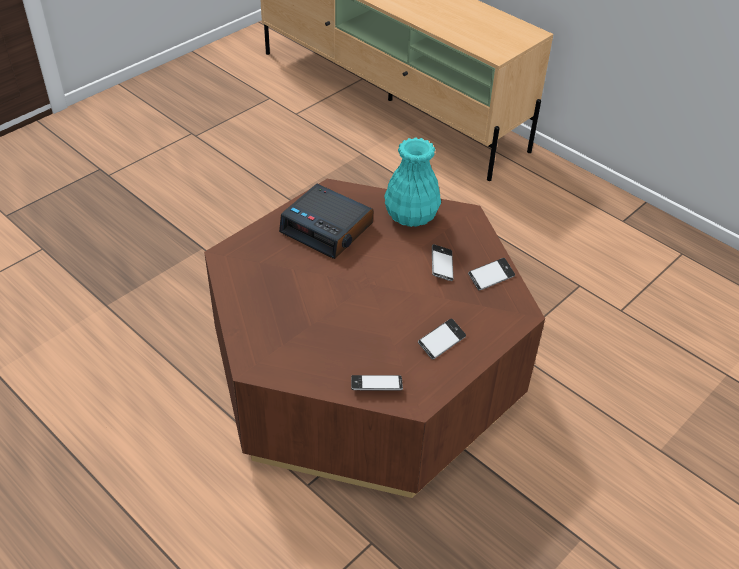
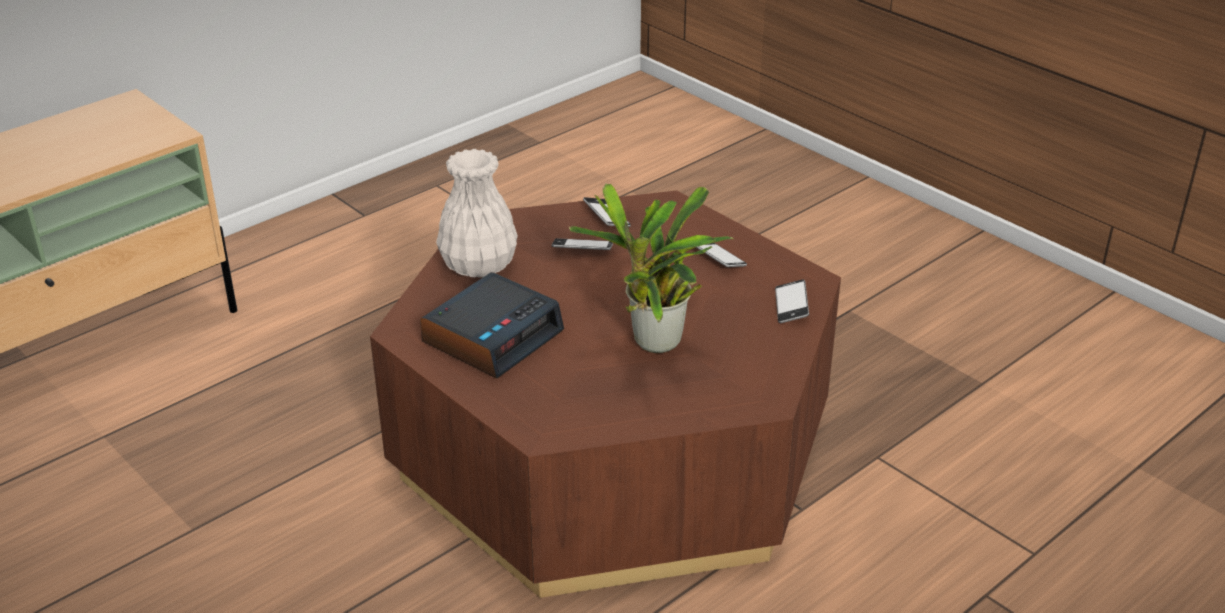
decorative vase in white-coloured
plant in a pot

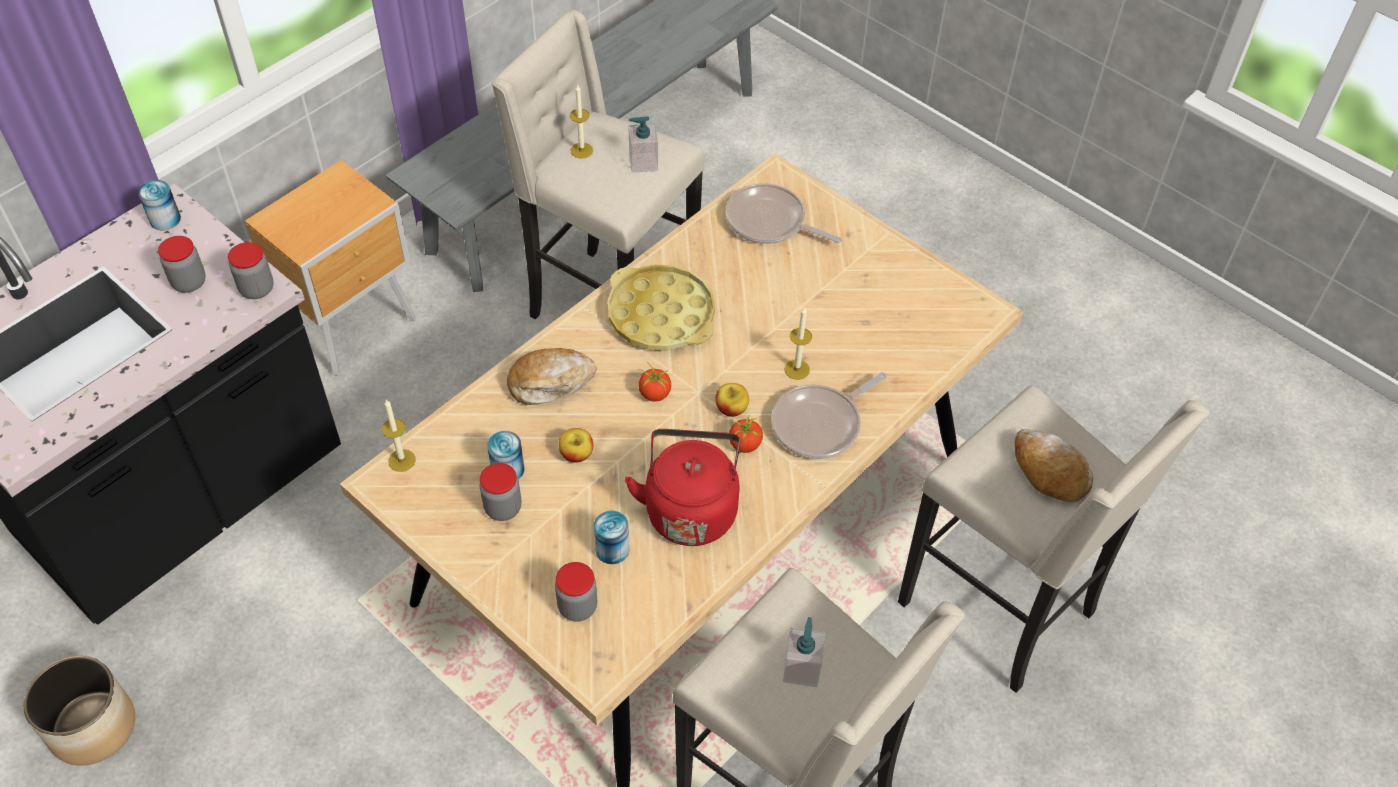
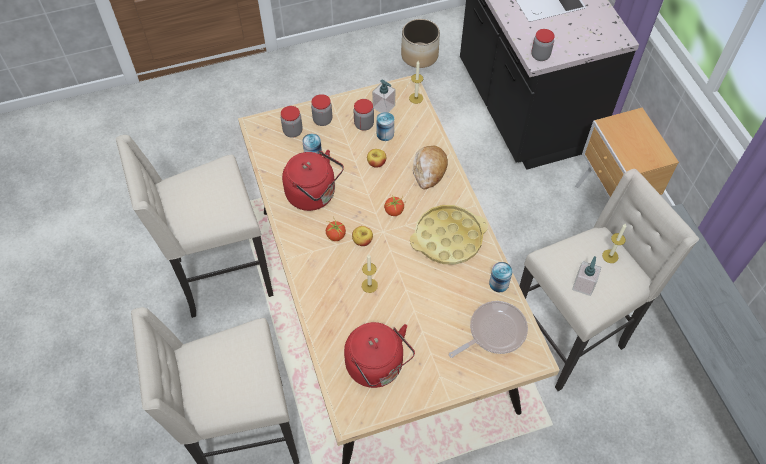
jar (no. 2 from left)
kettle in red (no. 2 from left)
liquid soap bottle (no. 1 from left)
metal can (no. 3 from left)
pan (no. 2 from left in the first image)
baked bread (no. 2 from left in the first image)

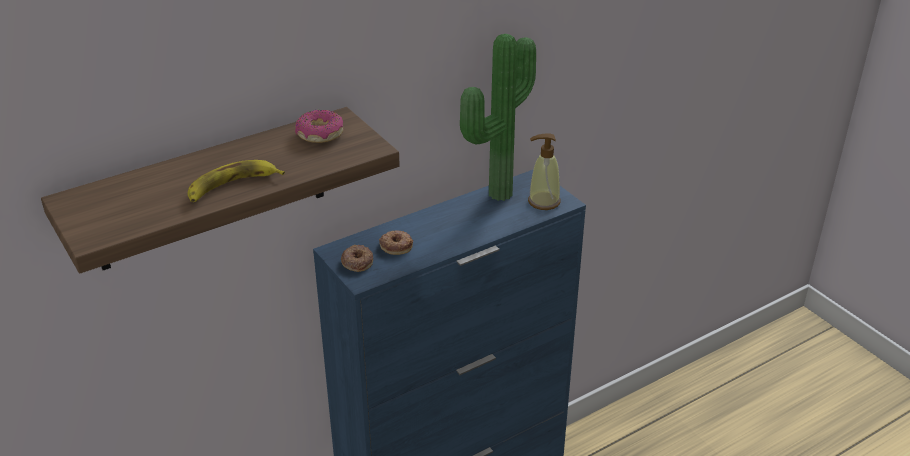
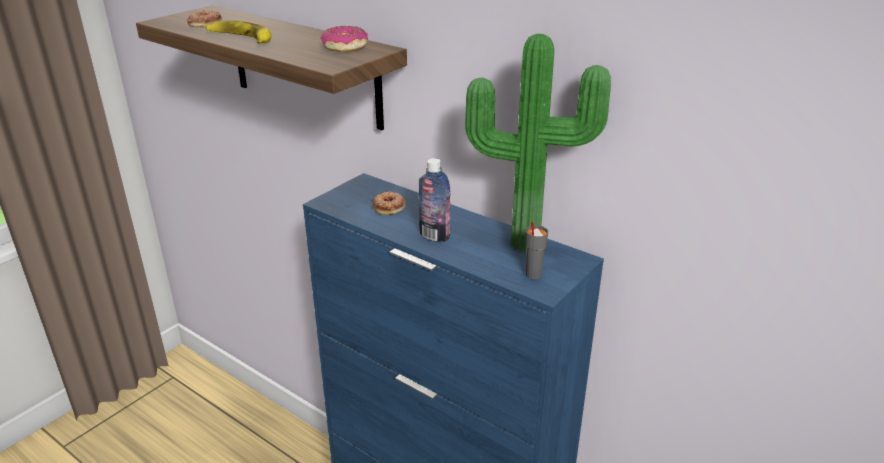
donut (no. 1 from left)
bottle
cup in gray

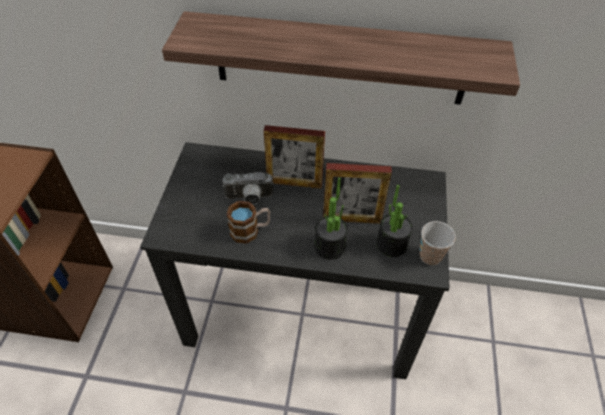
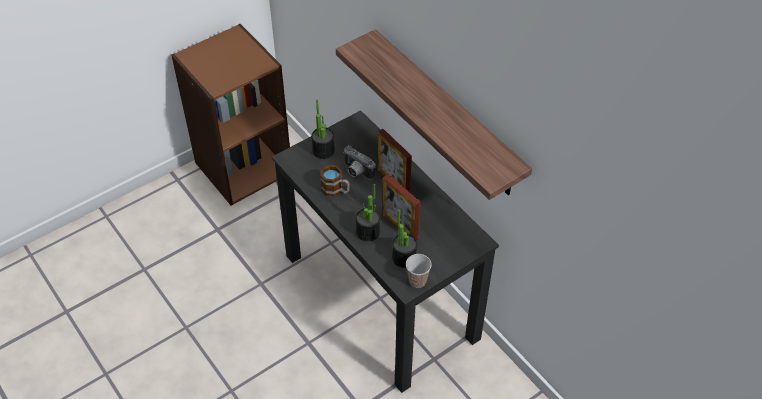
plant in a pot (no. 1 from left)

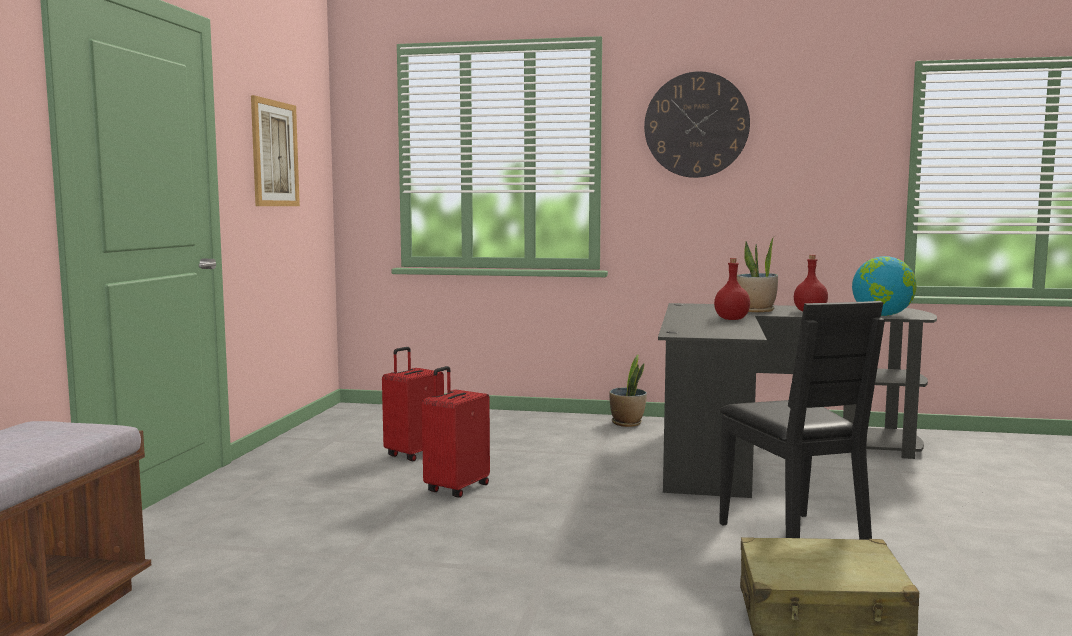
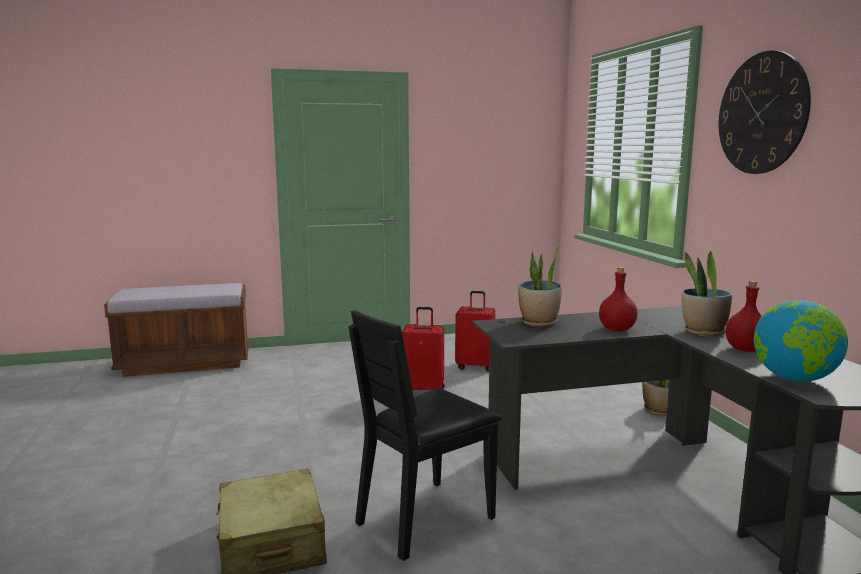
plant in a pot (no. 1 from left)
picture

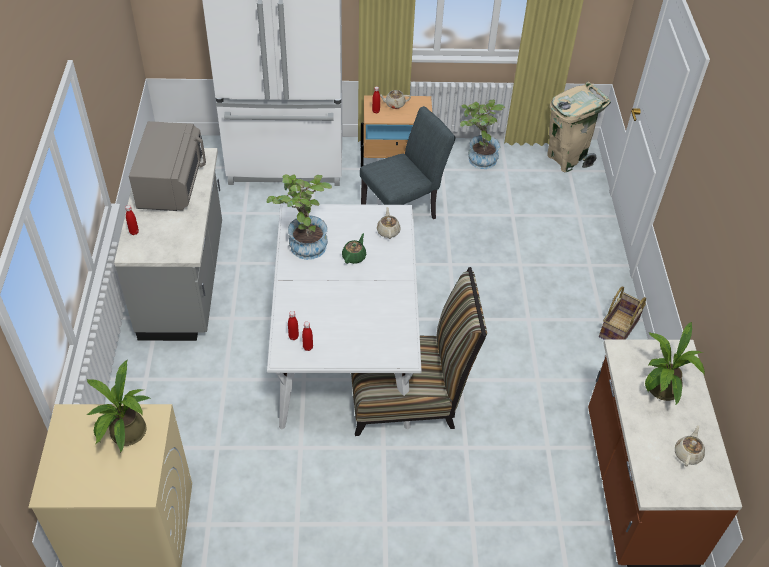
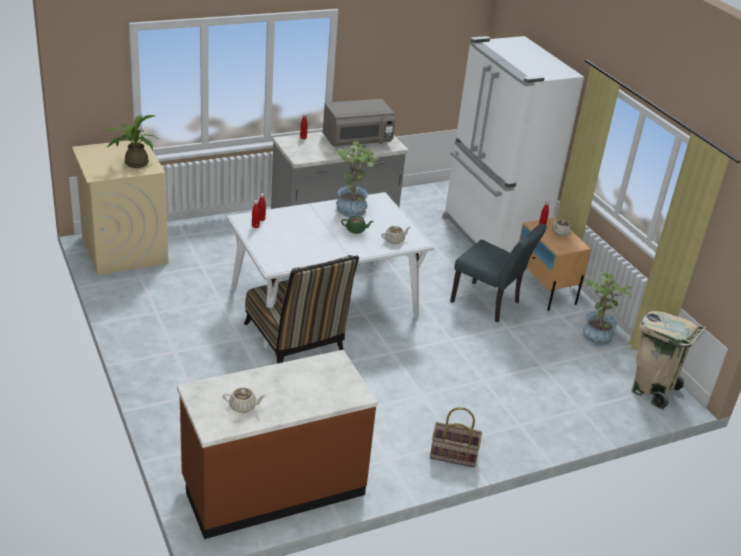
plant in a pot (no. 4 from left in the first image)

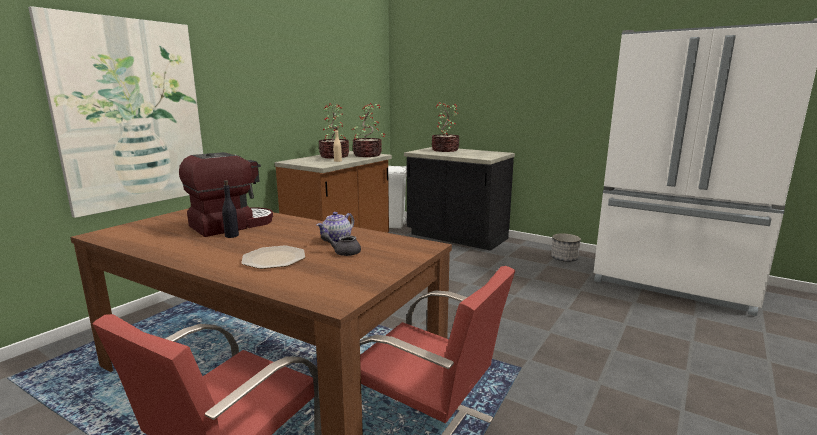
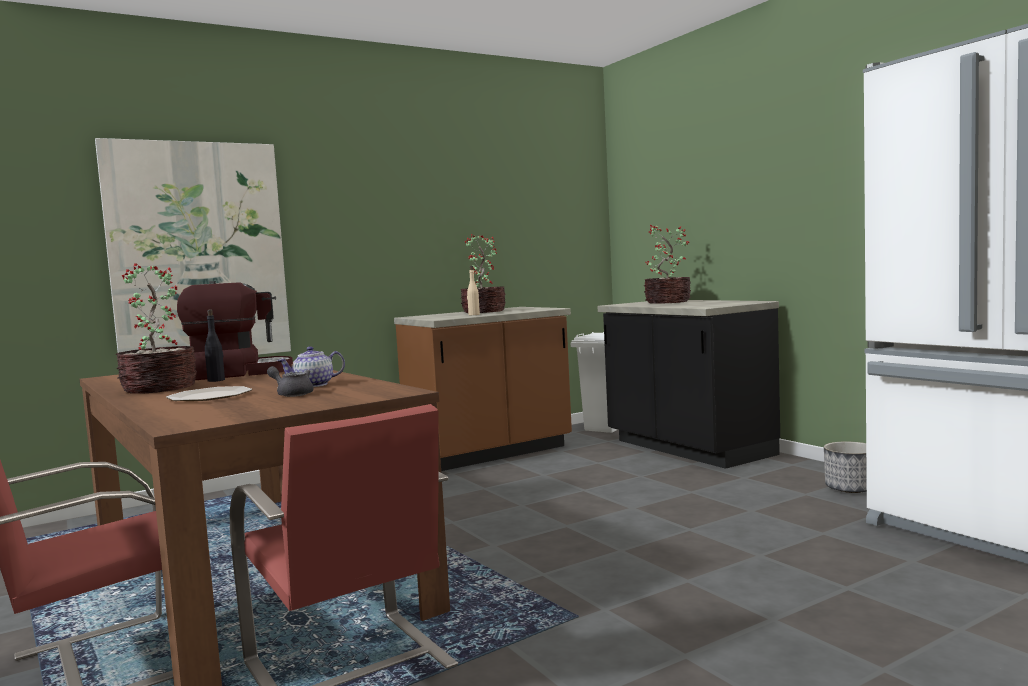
plant in a pot (no. 1 from left)

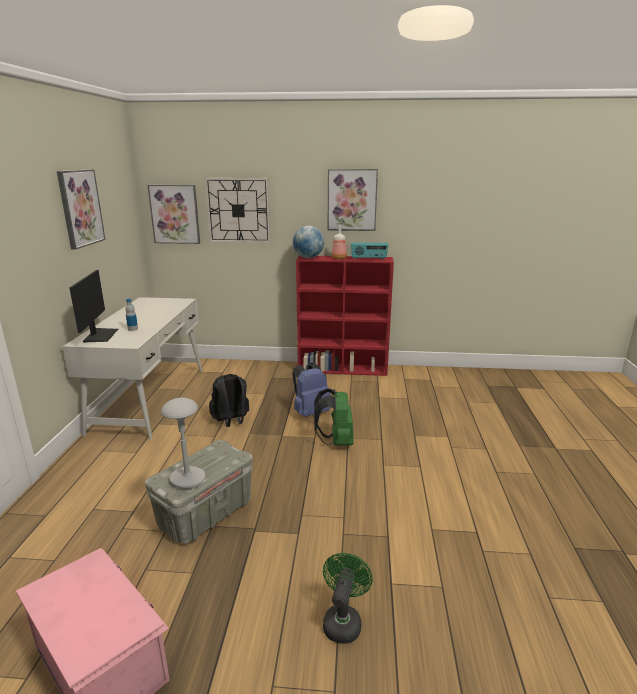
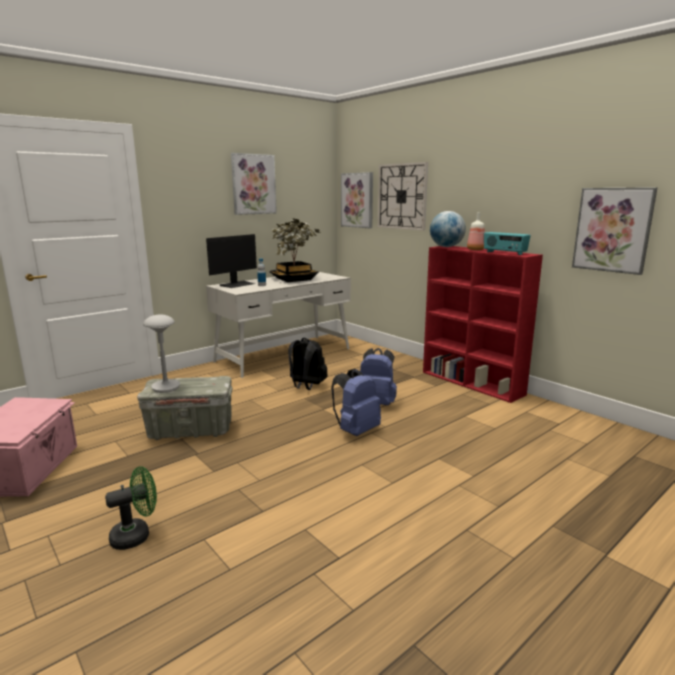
plant in a pot
knapsack in bluish (no. 1 from left)
picture (no. 3 from left)

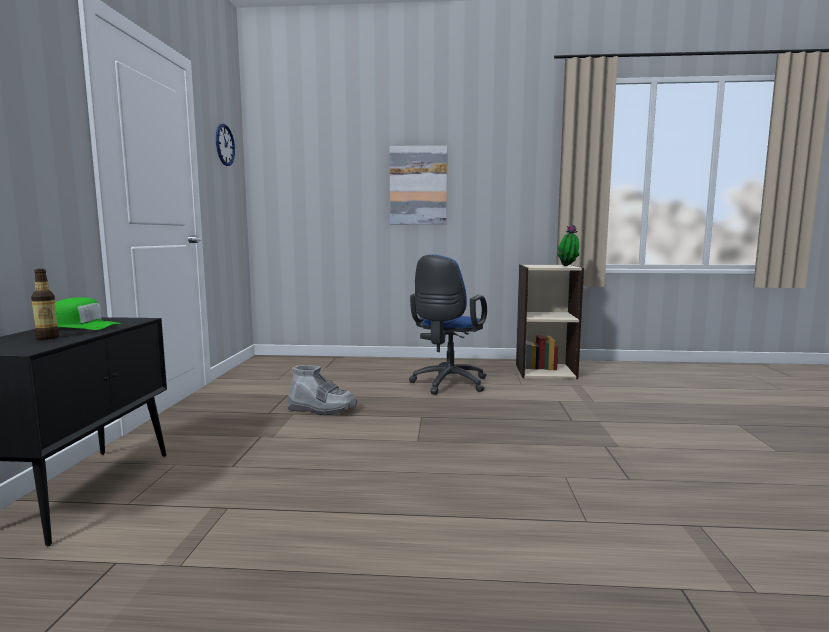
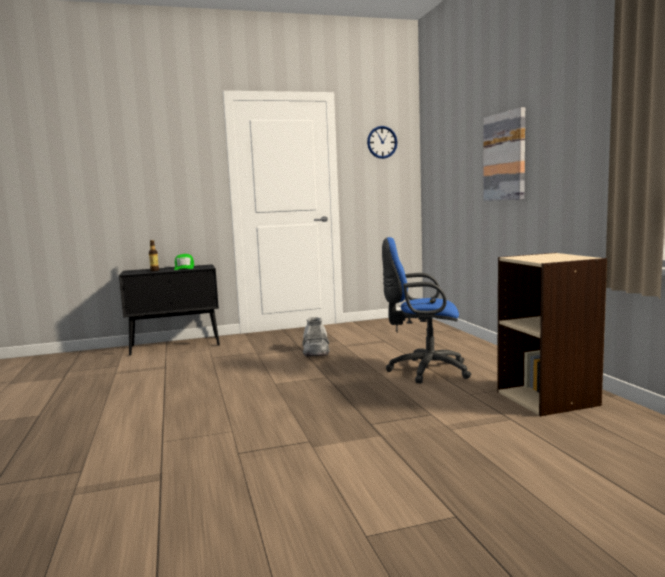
plant in a pot

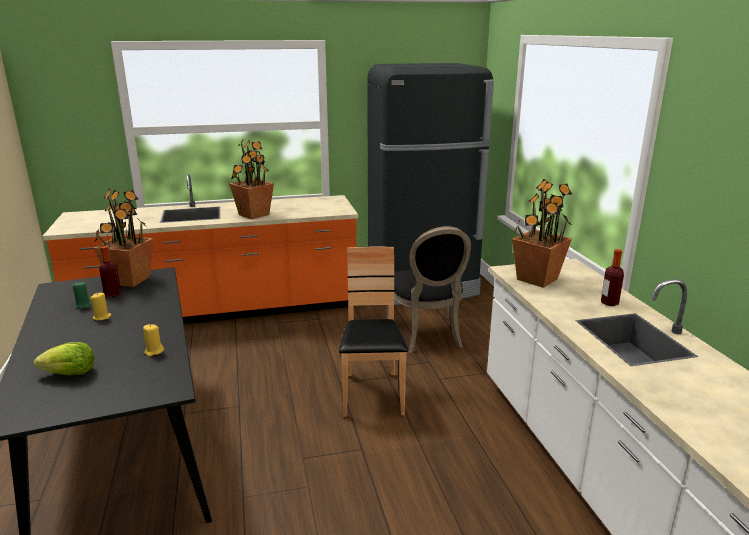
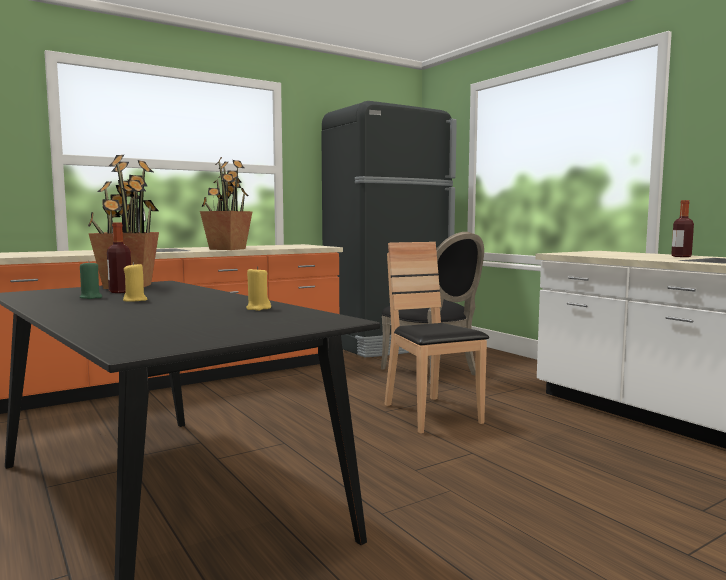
head of lettuce
plant in a pot (no. 3 from left in the first image)

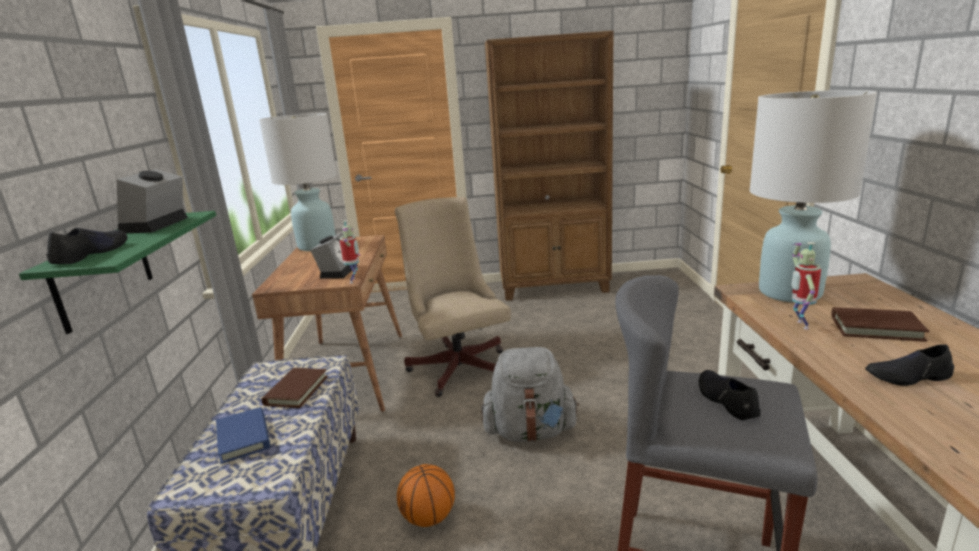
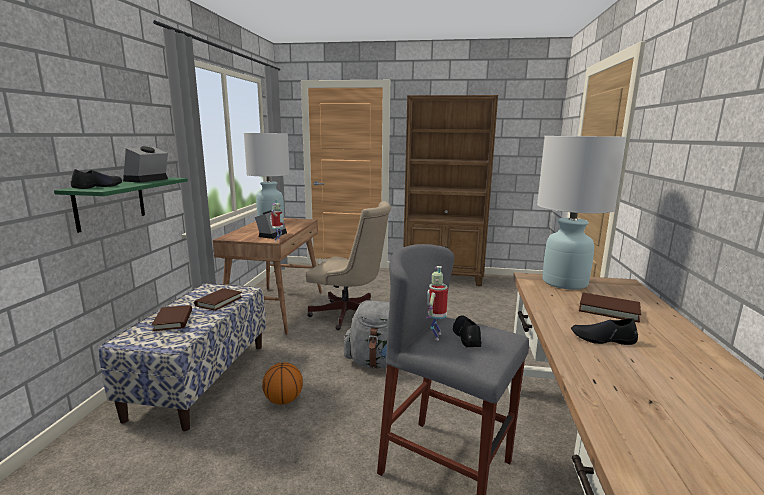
bound book in brownish (no. 1 from left)
office chair in sand-coloured
model robot (no. 2 from left)

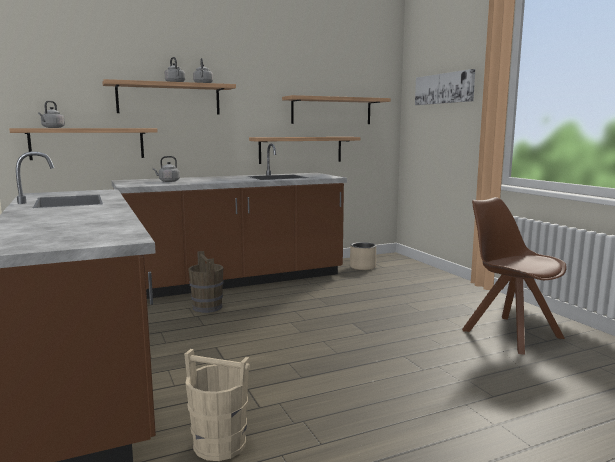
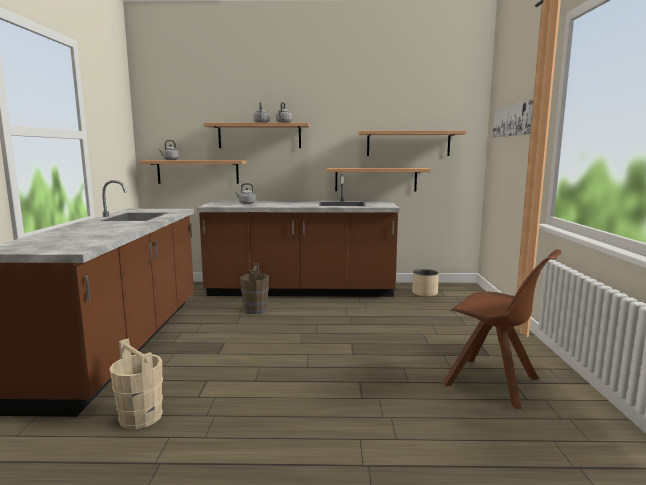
plain chair in brownish

